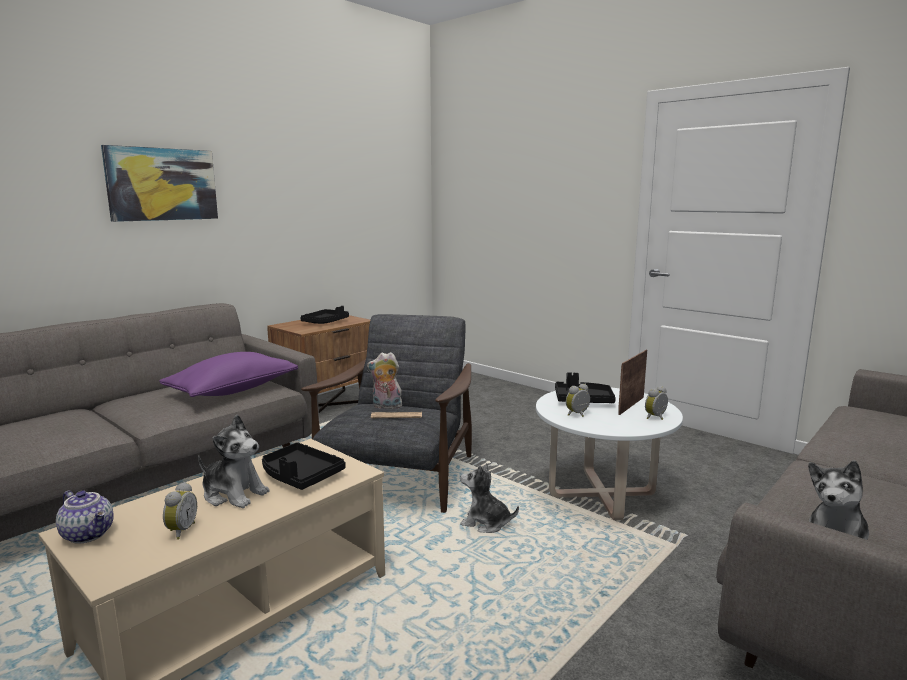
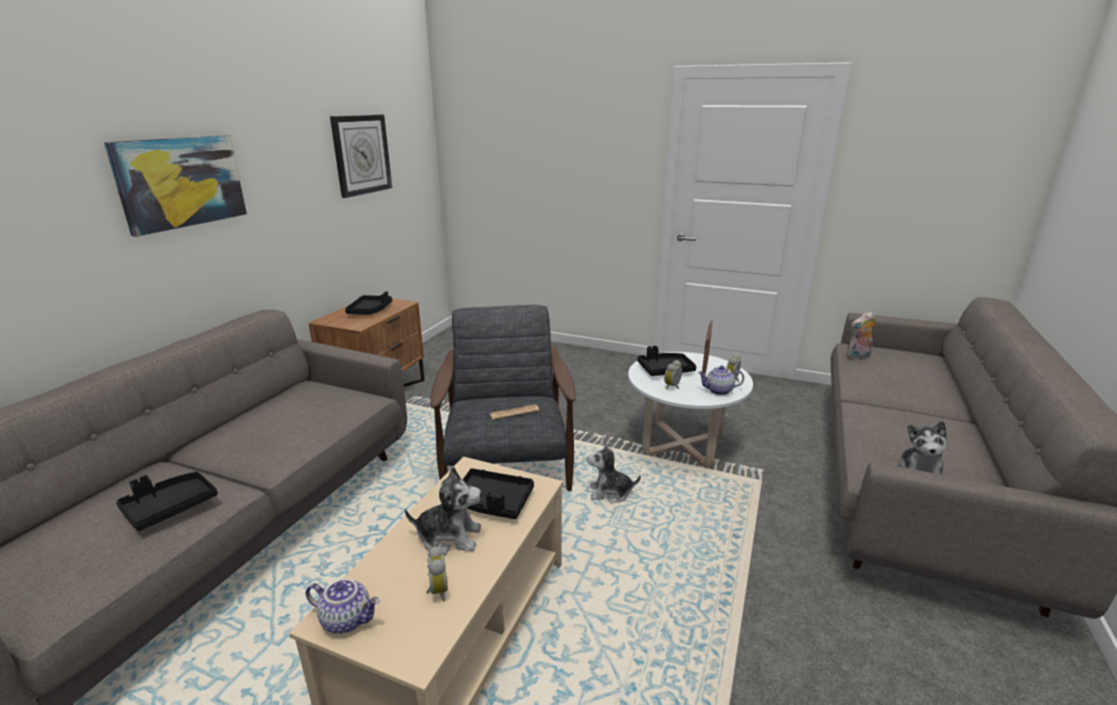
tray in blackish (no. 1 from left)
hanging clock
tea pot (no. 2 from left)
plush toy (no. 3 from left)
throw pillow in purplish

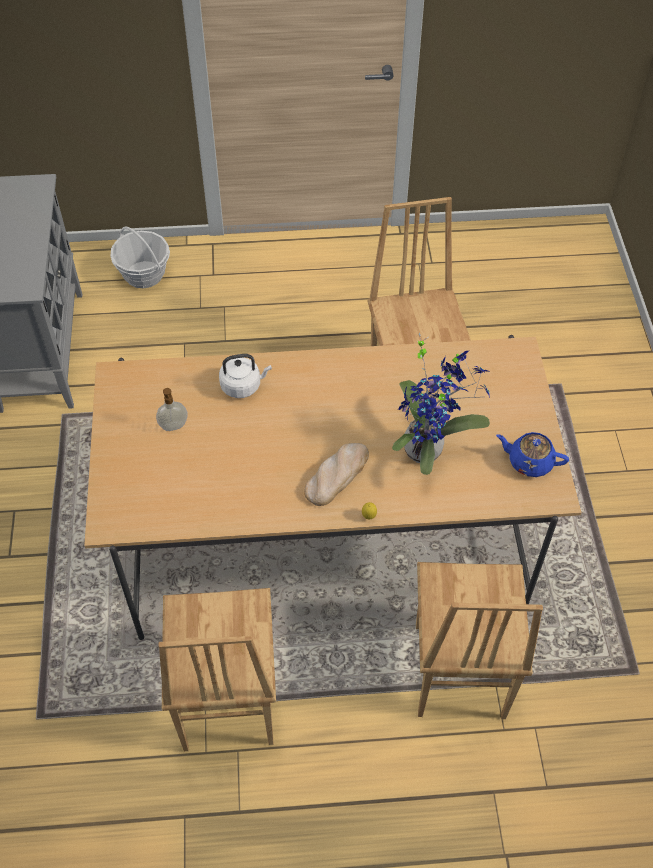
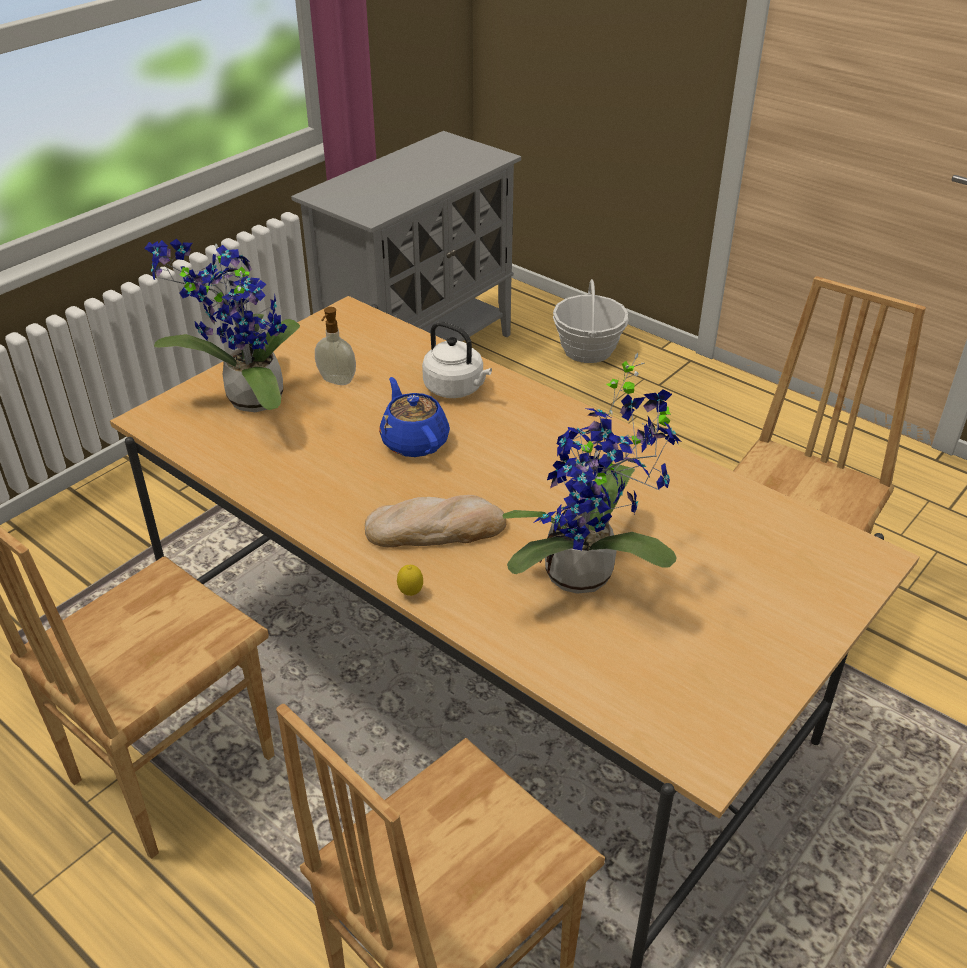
plant in a pot (no. 1 from left)
tea pot in bluish

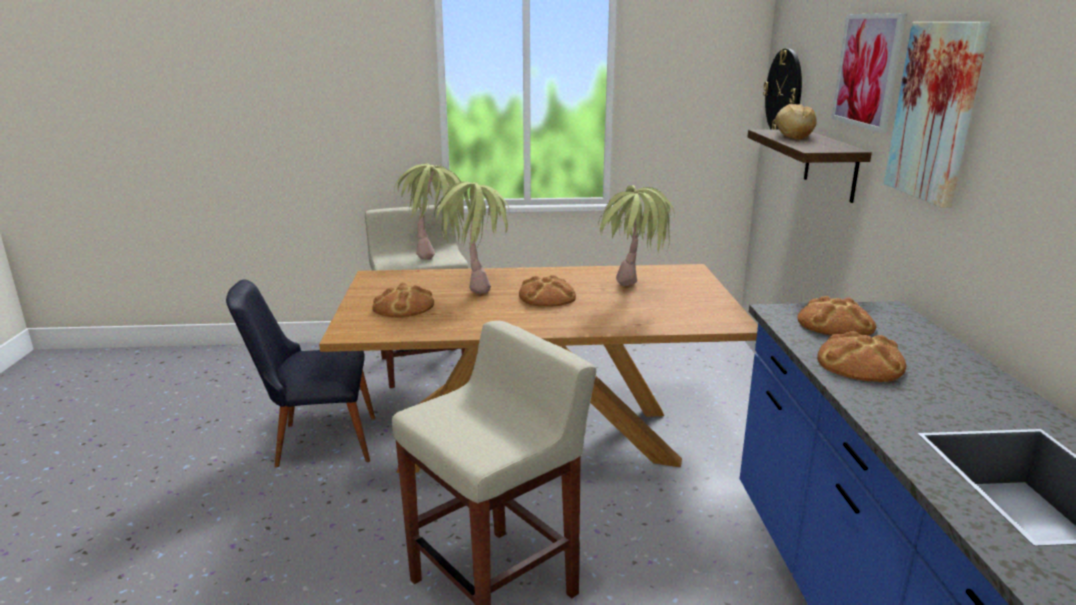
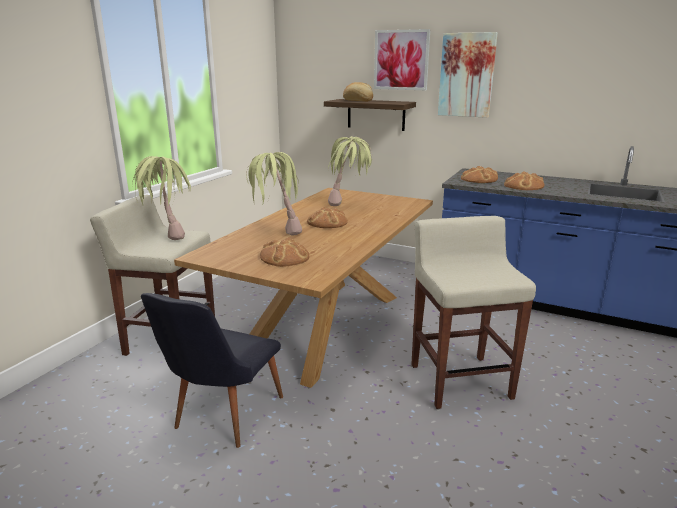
hanging clock

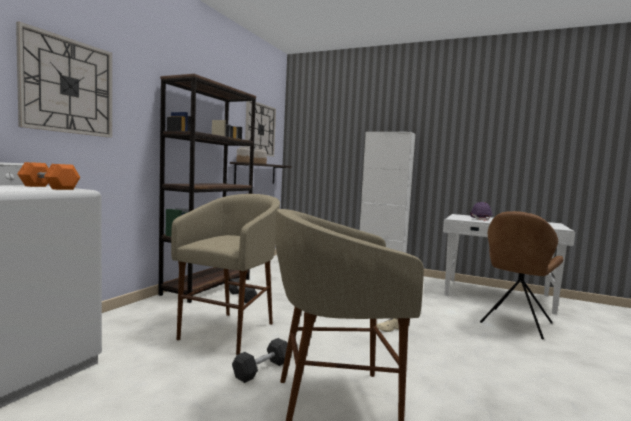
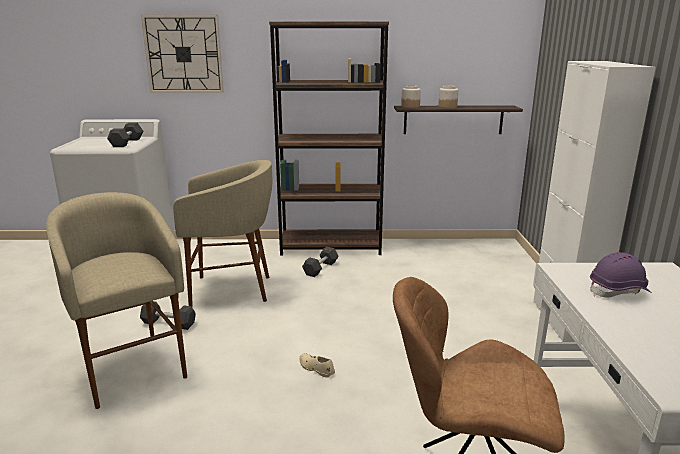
free weight in gray (no. 1 from left)
hanging clock (no. 2 from left in the first image)

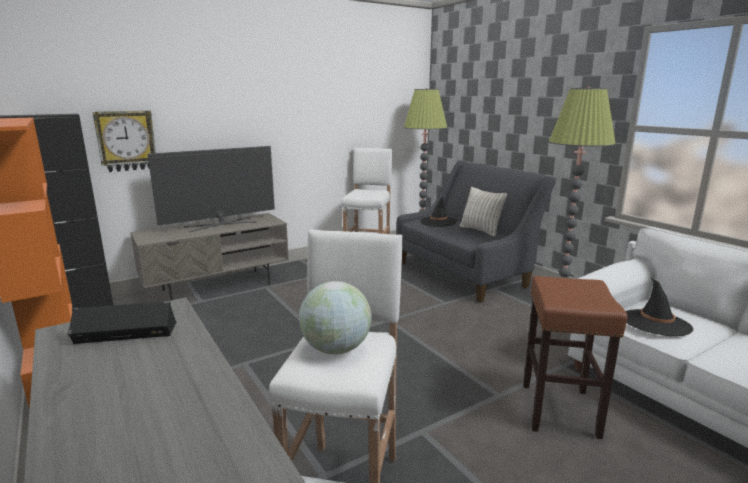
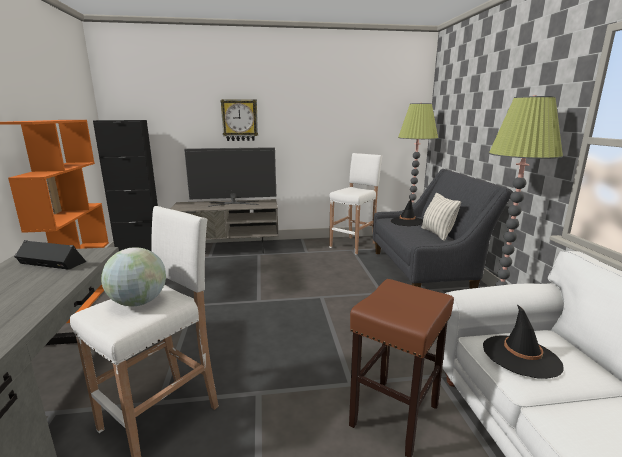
hanging clock

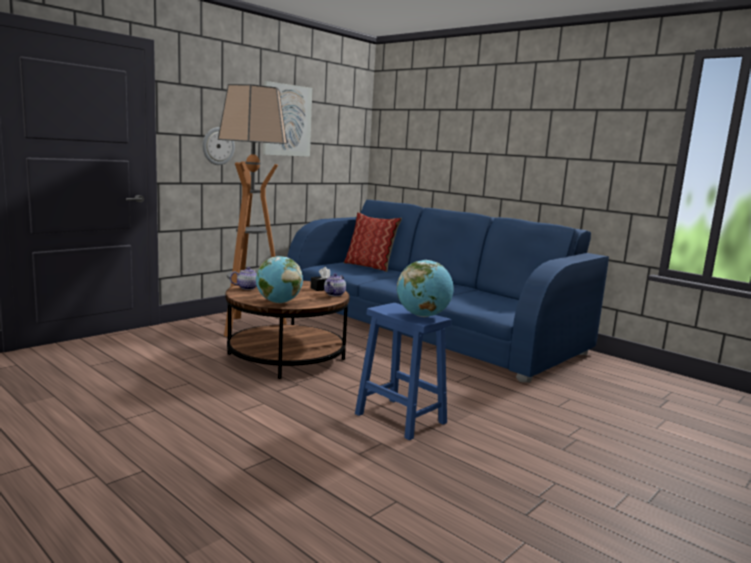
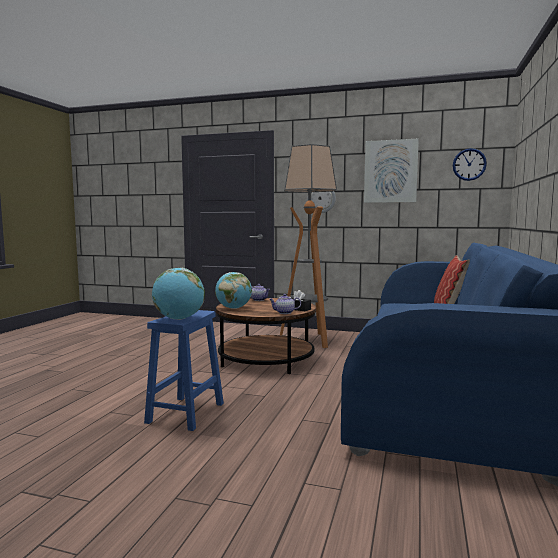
hanging clock (no. 2 from left)

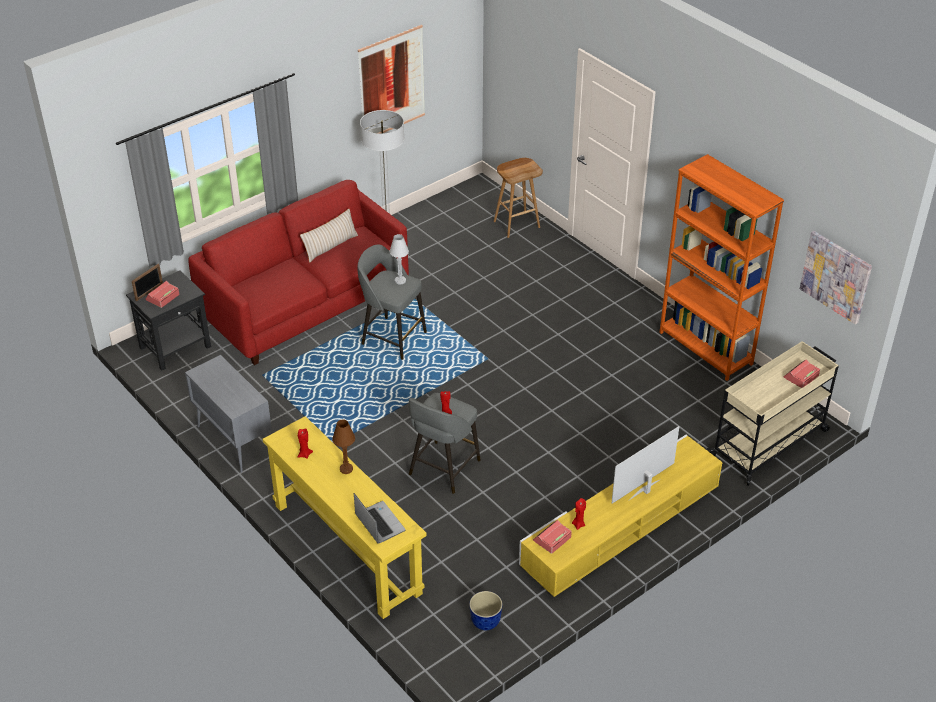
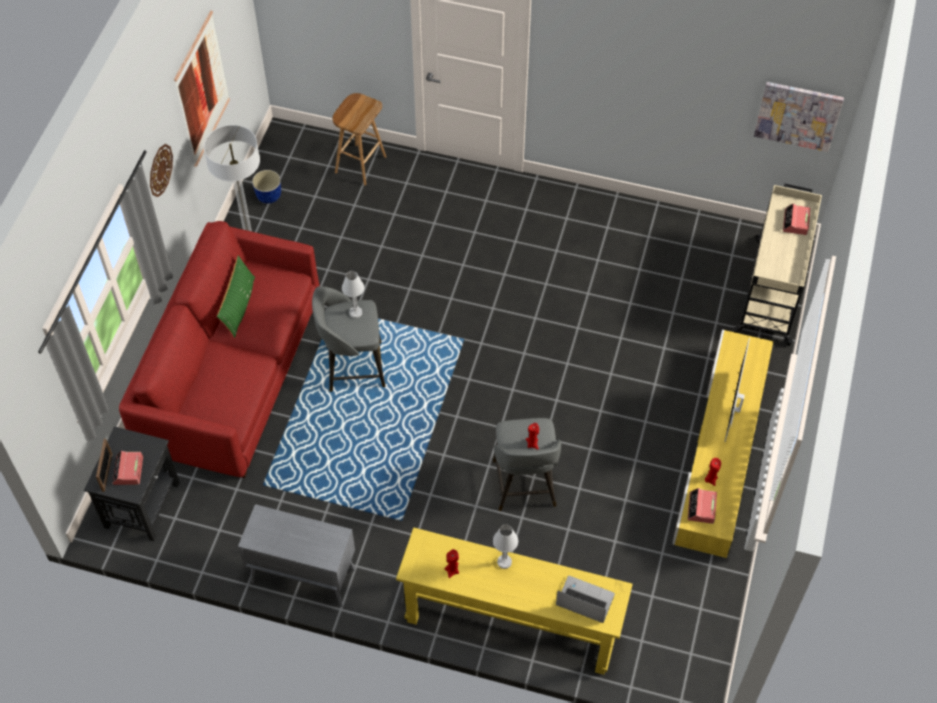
hanging clock
throw pillow in green
planter
table lamp in white-coloured (no. 2 from left)
bookshelf in orange-coloured

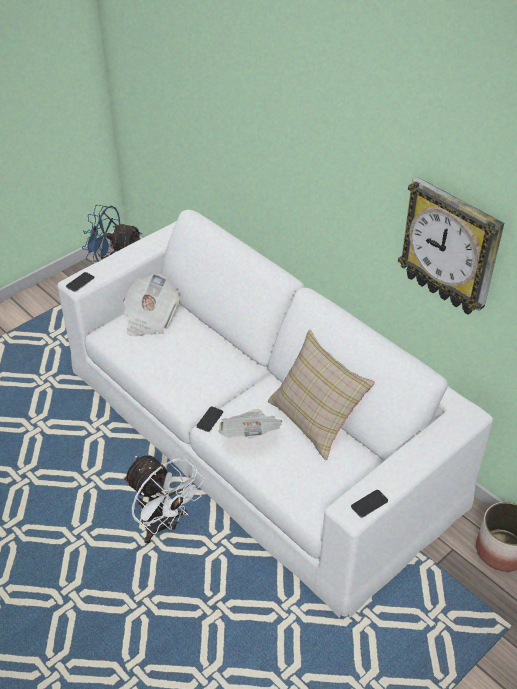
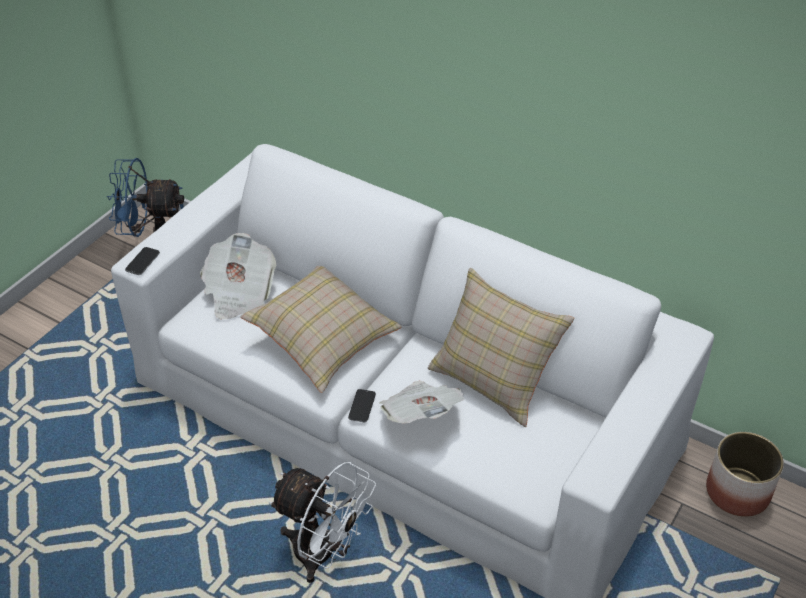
throw pillow in sand-coloured (no. 1 from left)
phone (no. 3 from left in the first image)
hanging clock

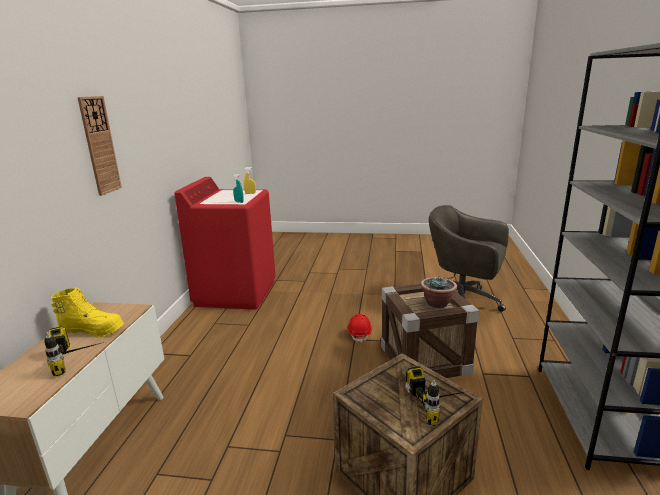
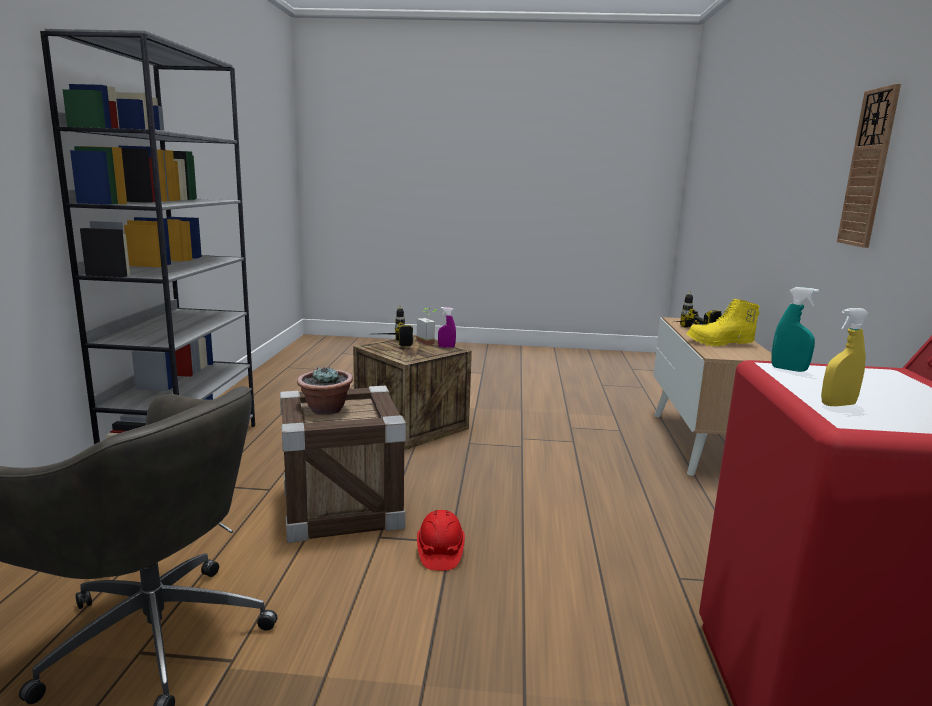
plant in a pot (no. 2 from left)
hand sprayer in purplish

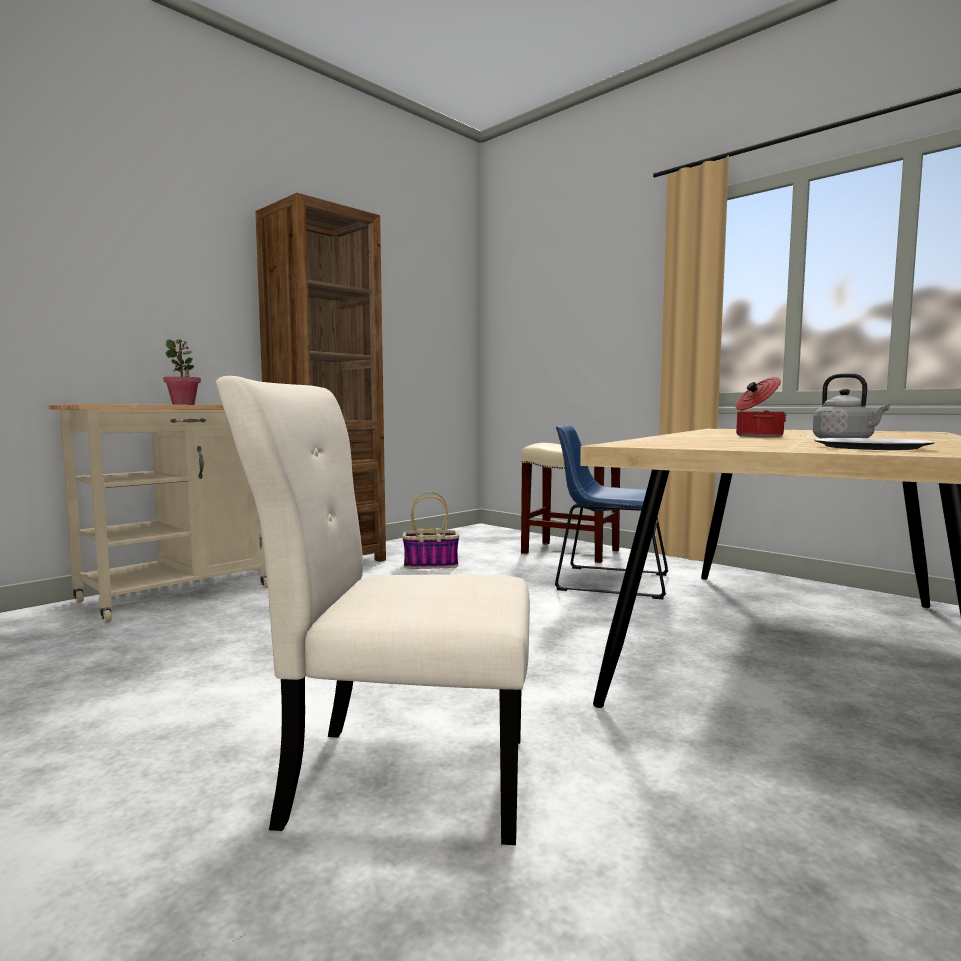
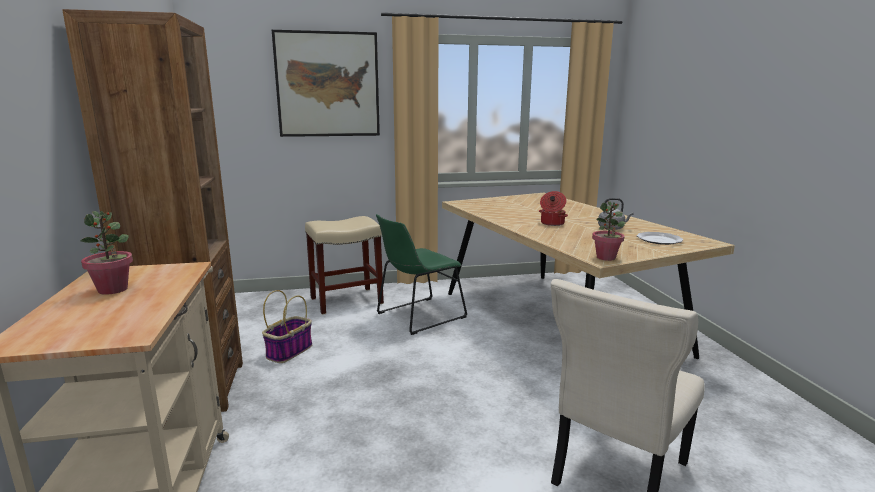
picture
plain chair in green
plant in a pot (no. 2 from left)

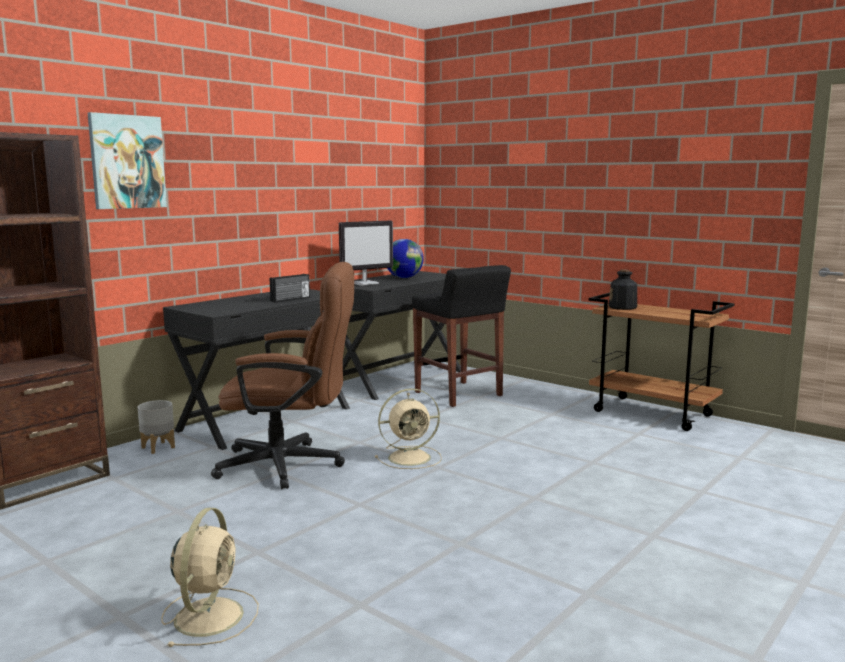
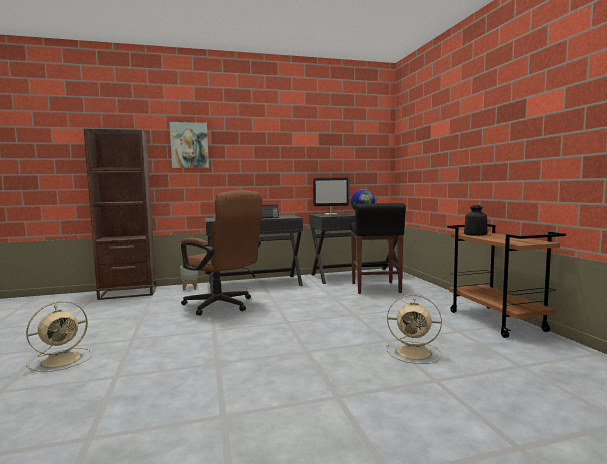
cooling fan in sand-coloured (no. 2 from left)

